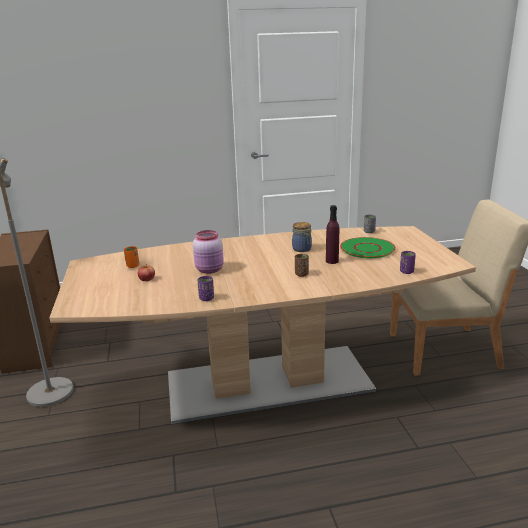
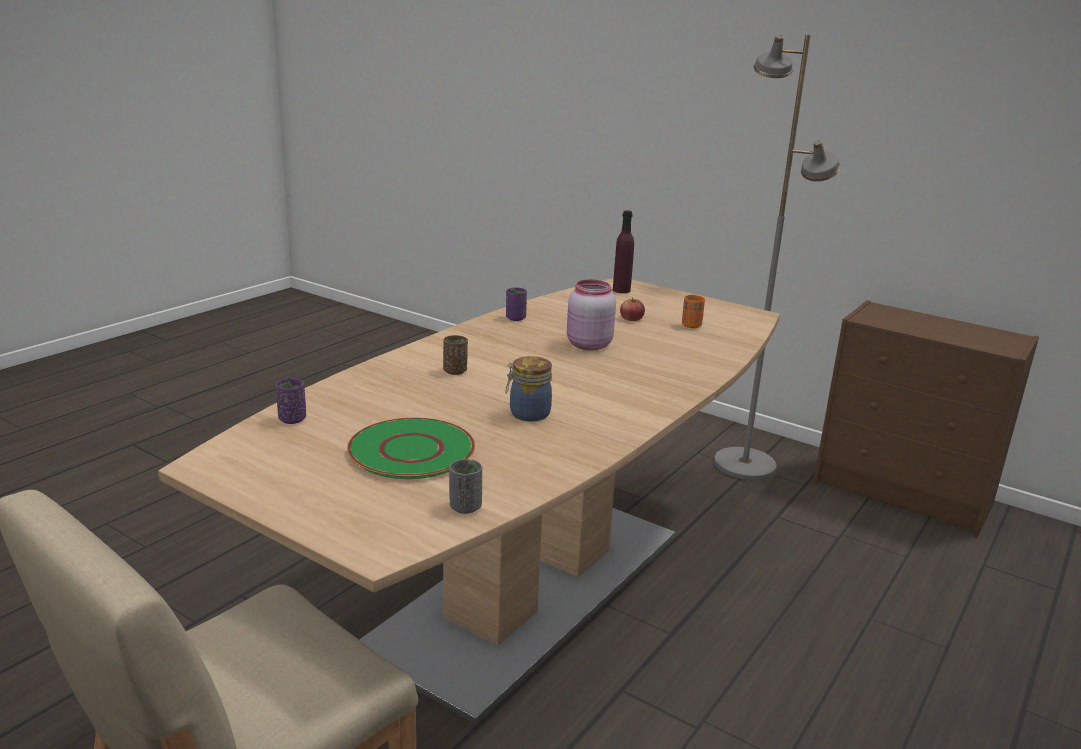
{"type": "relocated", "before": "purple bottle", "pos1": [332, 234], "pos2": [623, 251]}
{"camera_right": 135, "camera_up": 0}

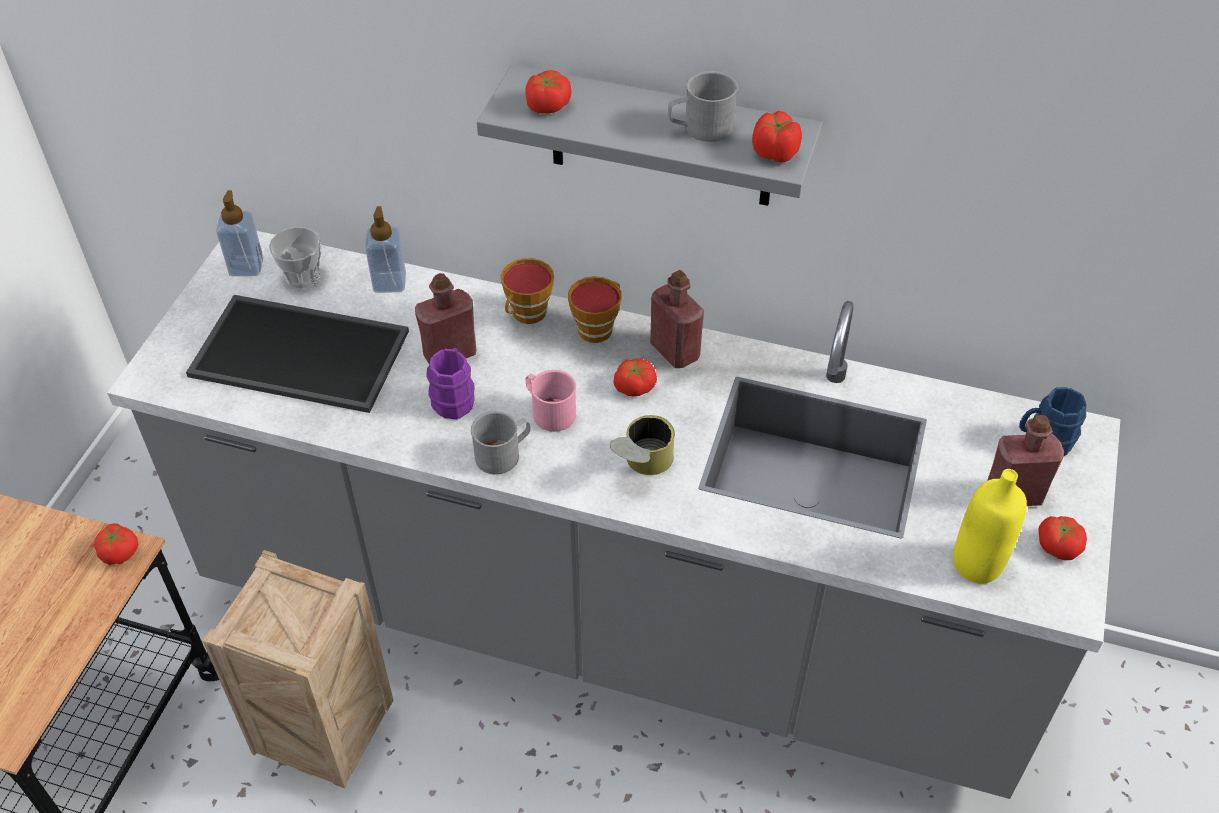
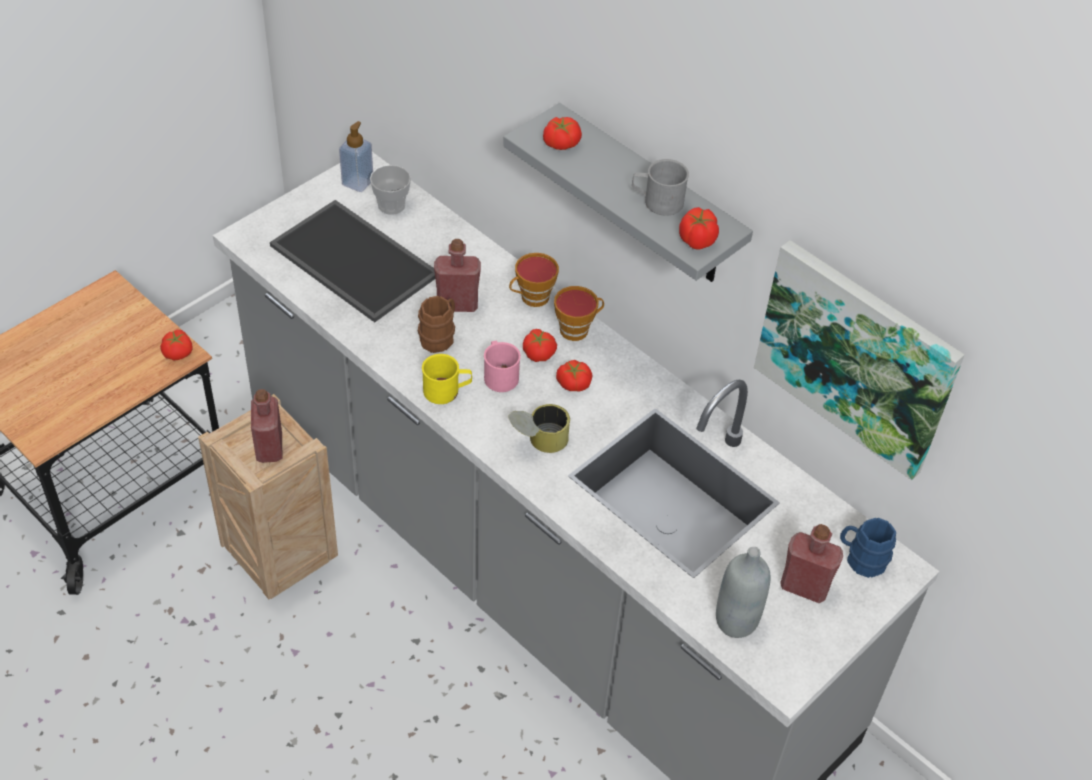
{"type": "relocated", "before": "red bottle", "pos1": [677, 319], "pos2": [266, 426]}
{"type": "colour", "before": "purple mug", "after": "brown mug", "pos1": [450, 383], "pos2": [436, 324]}
{"type": "colour", "before": "grey mug", "after": "yellow mug", "pos1": [500, 443], "pos2": [447, 379]}
{"type": "relocated", "before": "tomato", "pos1": [1062, 538], "pos2": [540, 345]}
{"type": "colour", "before": "yellow bottle", "after": "grey bottle", "pos1": [990, 526], "pos2": [743, 592]}
{"type": "appeared", "after": "picture", "pos2": [859, 360]}
{"type": "missing", "before": "soap dispenser", "pos1": [385, 249]}
{"camera_right": 25, "camera_up": 0}

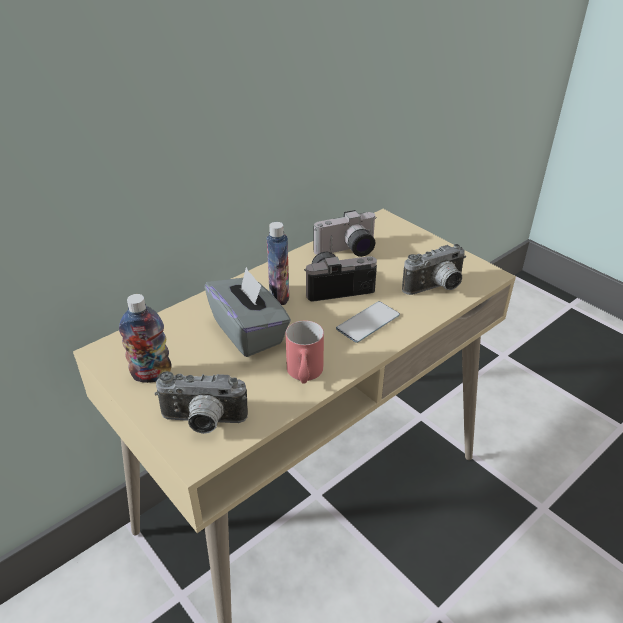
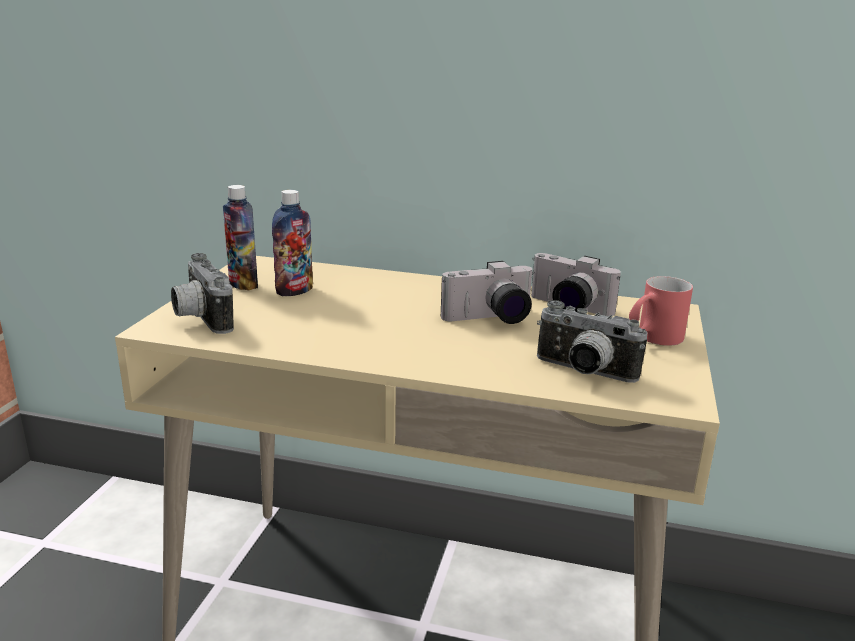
{"type": "relocated", "before": "bottle", "pos1": [277, 263], "pos2": [292, 243]}
{"type": "spun", "before": "photo camera", "pos1": [340, 277], "pos2": [488, 292], "turn": 120}
{"type": "relocated", "before": "red mug", "pos1": [305, 352], "pos2": [661, 311]}
{"type": "missing", "before": "grey tissue box", "pos1": [247, 312]}
{"type": "missing", "before": "phone", "pos1": [368, 322]}
{"camera_right": 55, "camera_up": -15}

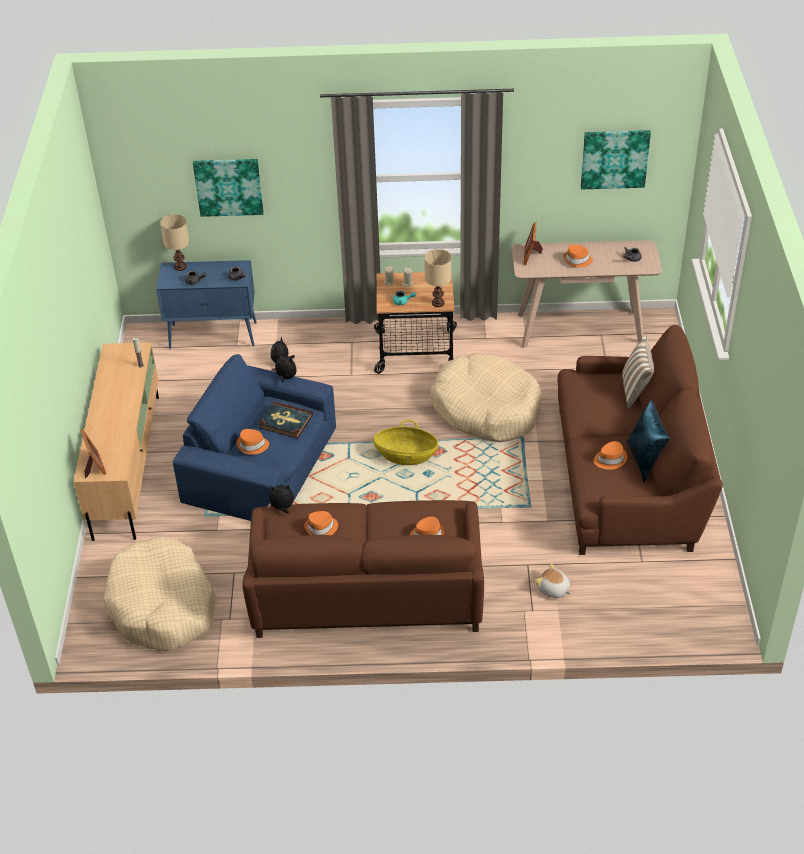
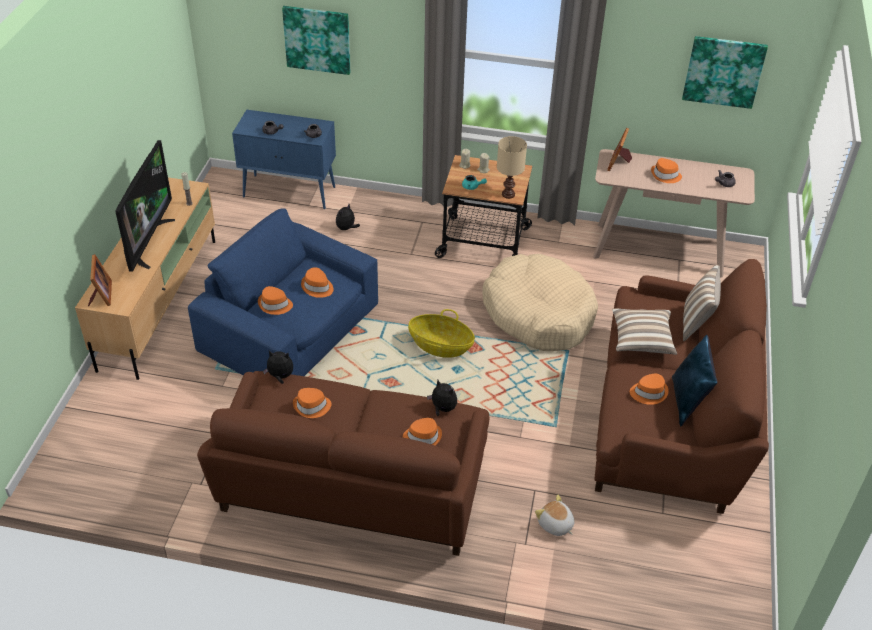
{"type": "appeared", "after": "television", "pos2": [145, 206]}
{"type": "exchanged", "before": "book", "after": "orange hat", "pos1": [286, 420], "pos2": [317, 282]}
{"type": "relocated", "before": "plush toy", "pos1": [284, 368], "pos2": [442, 398]}
{"type": "appeared", "after": "pillow", "pos2": [644, 331]}
{"type": "missing", "before": "beige dog bed", "pos1": [159, 594]}
{"type": "missing", "before": "beige table lamp", "pos1": [174, 242]}
{"camera_right": 10, "camera_up": 0}

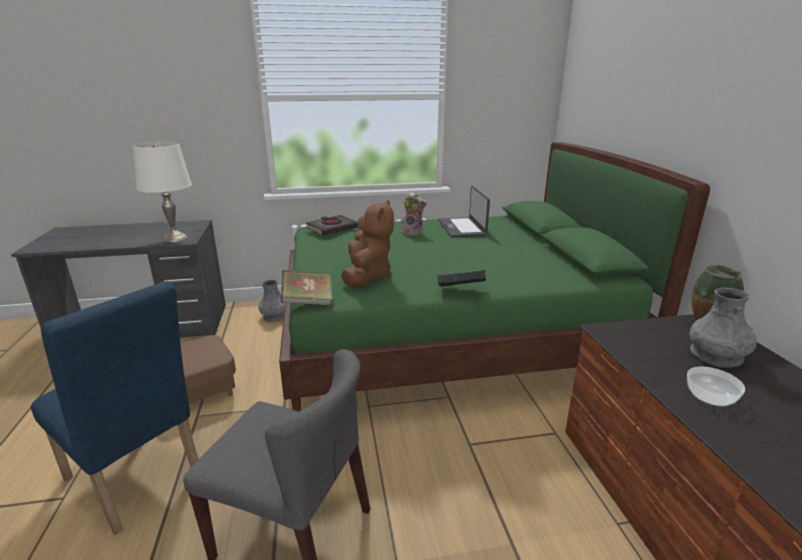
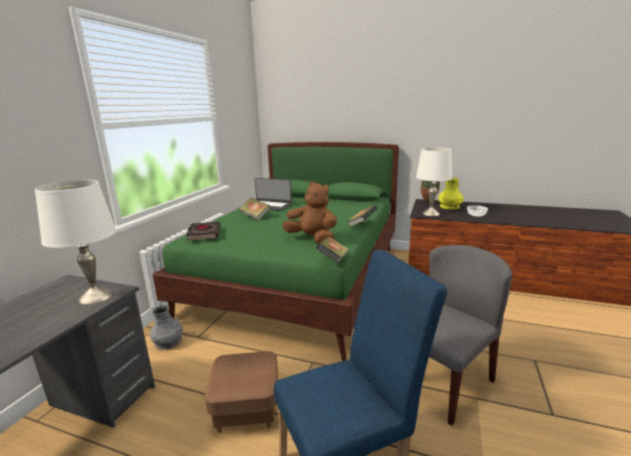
{"type": "exchanged", "before": "plush toy", "after": "book", "pos1": [414, 213], "pos2": [255, 209]}
{"type": "appeared", "after": "white table lamp", "pos2": [434, 182]}
{"type": "colour", "before": "grey vase", "after": "yellow vase", "pos1": [723, 328], "pos2": [451, 194]}
{"camera_right": -60, "camera_up": -5}

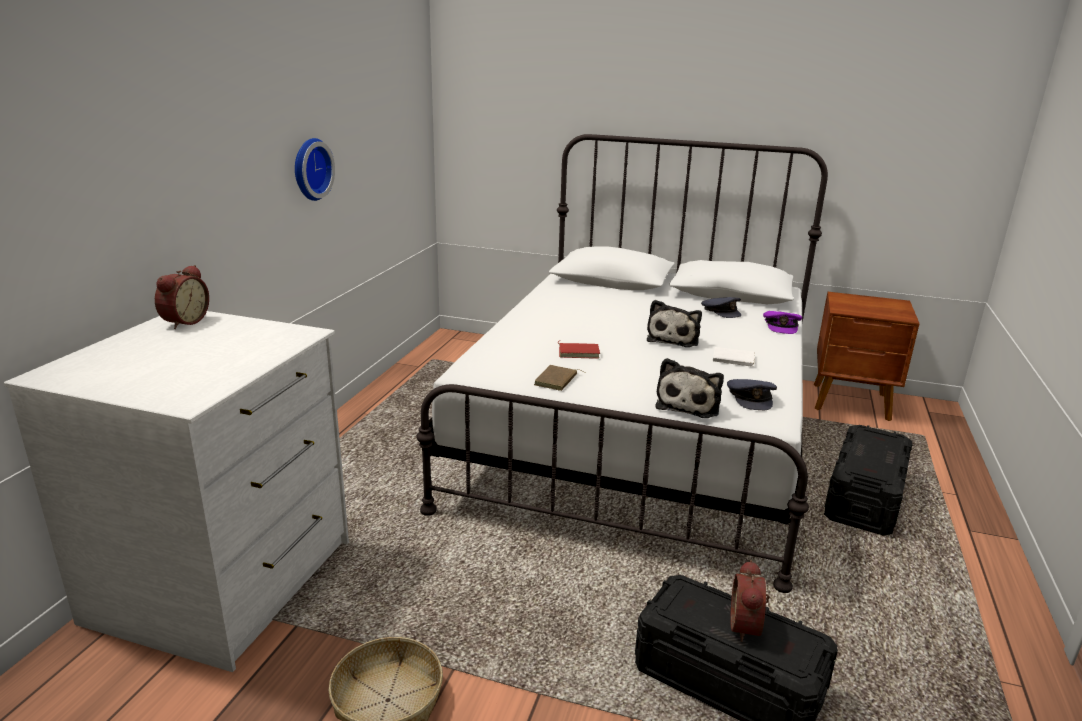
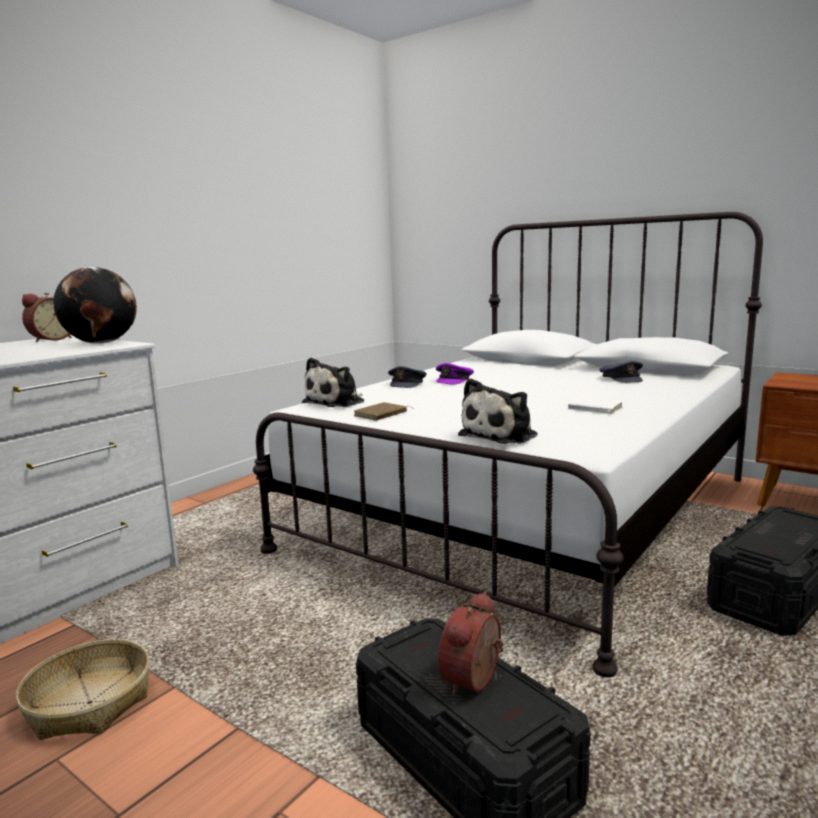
{"type": "appeared", "after": "globe", "pos2": [95, 305]}
{"type": "relocated", "before": "plush toy", "pos1": [674, 323], "pos2": [333, 382]}
{"type": "relocated", "before": "grey cap", "pos1": [752, 394], "pos2": [407, 377]}
{"type": "relocated", "before": "purple cap", "pos1": [782, 322], "pos2": [455, 373]}
{"type": "missing", "before": "wall clock", "pos1": [315, 169]}
{"type": "missing", "before": "red book", "pos1": [579, 349]}
{"camera_right": 20, "camera_up": -10}

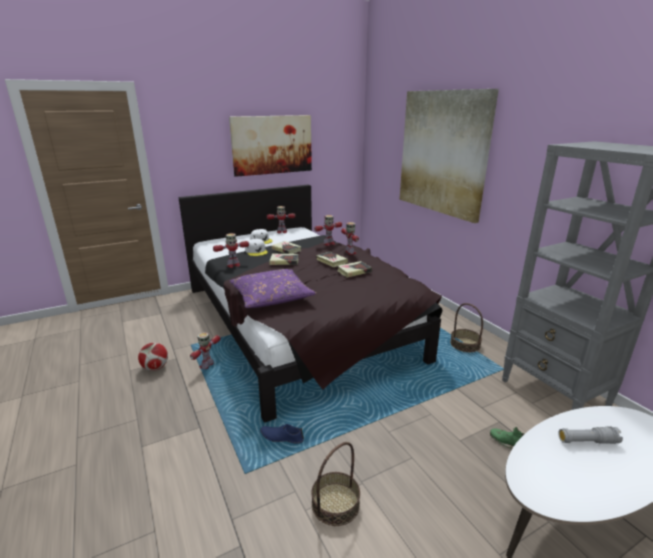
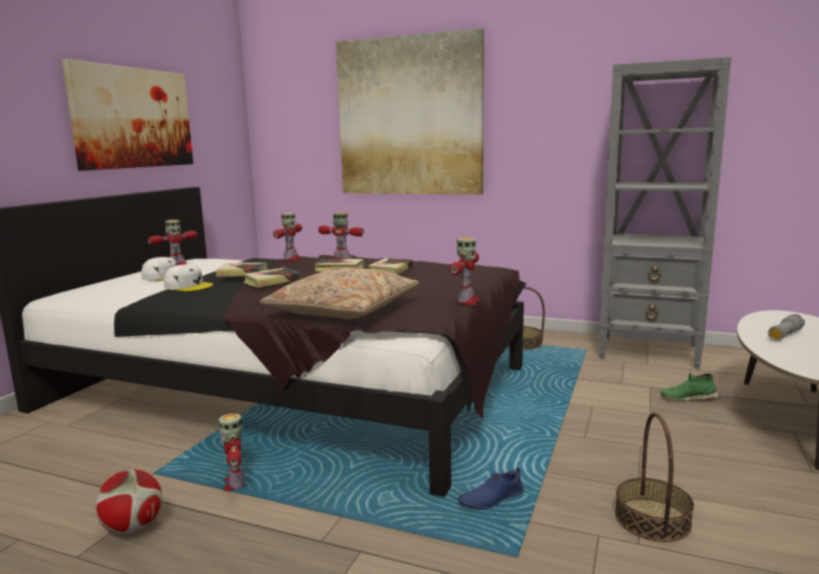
{"type": "colour", "before": "purple pillow", "after": "beige pillow", "pos1": [273, 288], "pos2": [339, 293]}
{"type": "relocated", "before": "toy robot", "pos1": [231, 250], "pos2": [464, 271]}
{"camera_right": -40, "camera_up": -10}

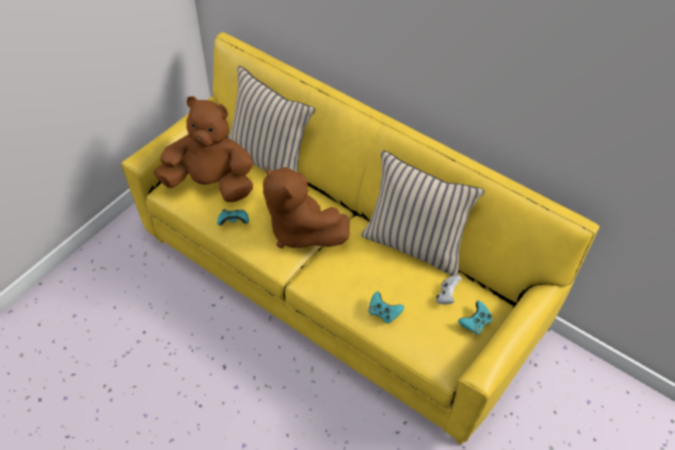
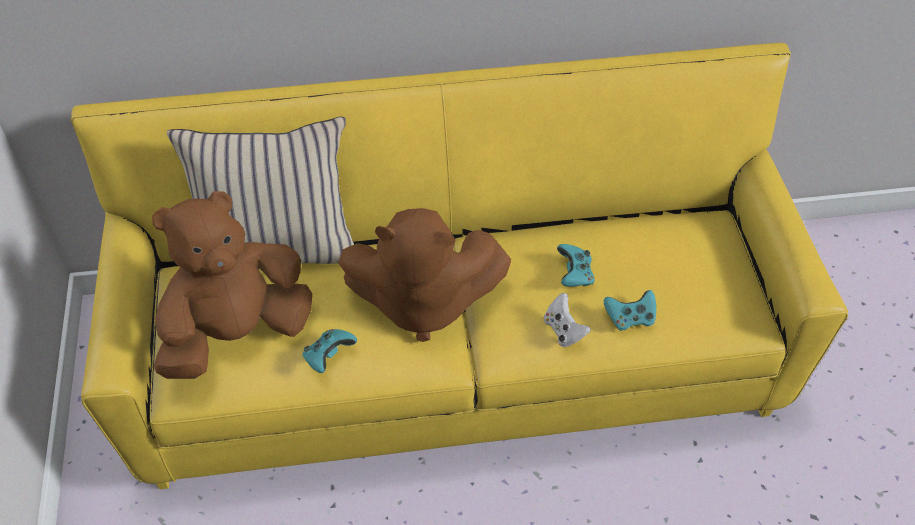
{"type": "relocated", "before": "white game controller", "pos1": [449, 290], "pos2": [567, 320]}
{"type": "relocated", "before": "turquoise game controller", "pos1": [475, 317], "pos2": [576, 265]}
{"type": "missing", "before": "beige pillow", "pos1": [423, 213]}
{"camera_right": -45, "camera_up": 0}

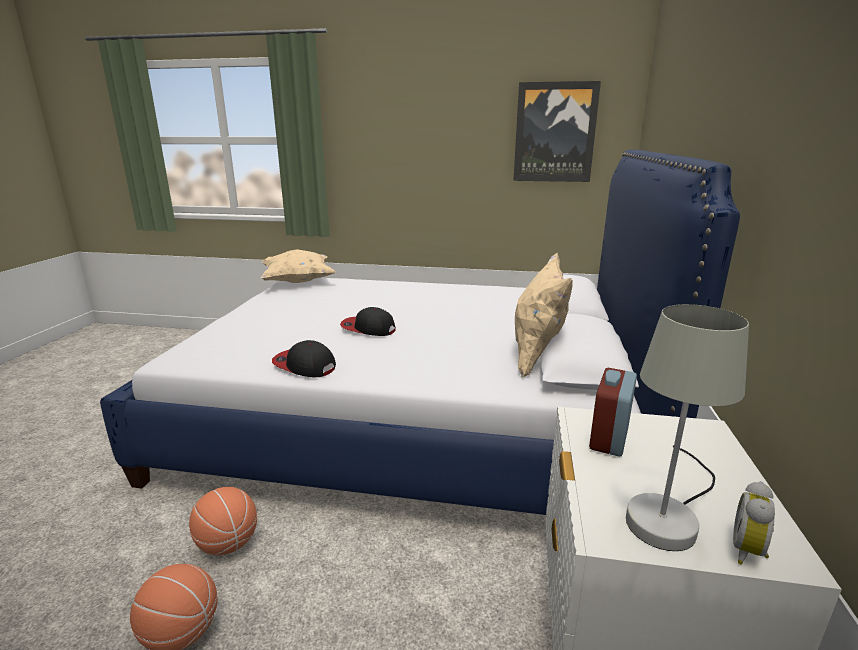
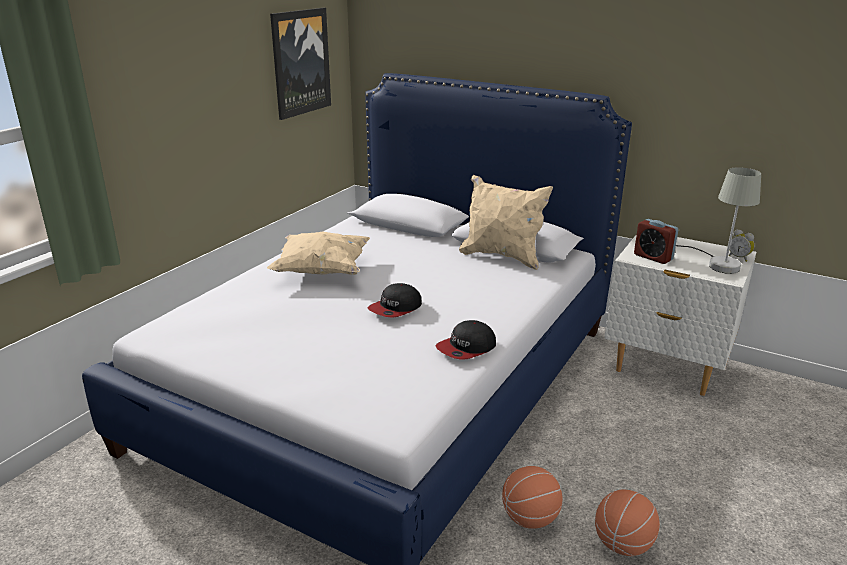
{"type": "relocated", "before": "beige pillow", "pos1": [298, 266], "pos2": [318, 253]}
{"camera_right": -70, "camera_up": 5}

